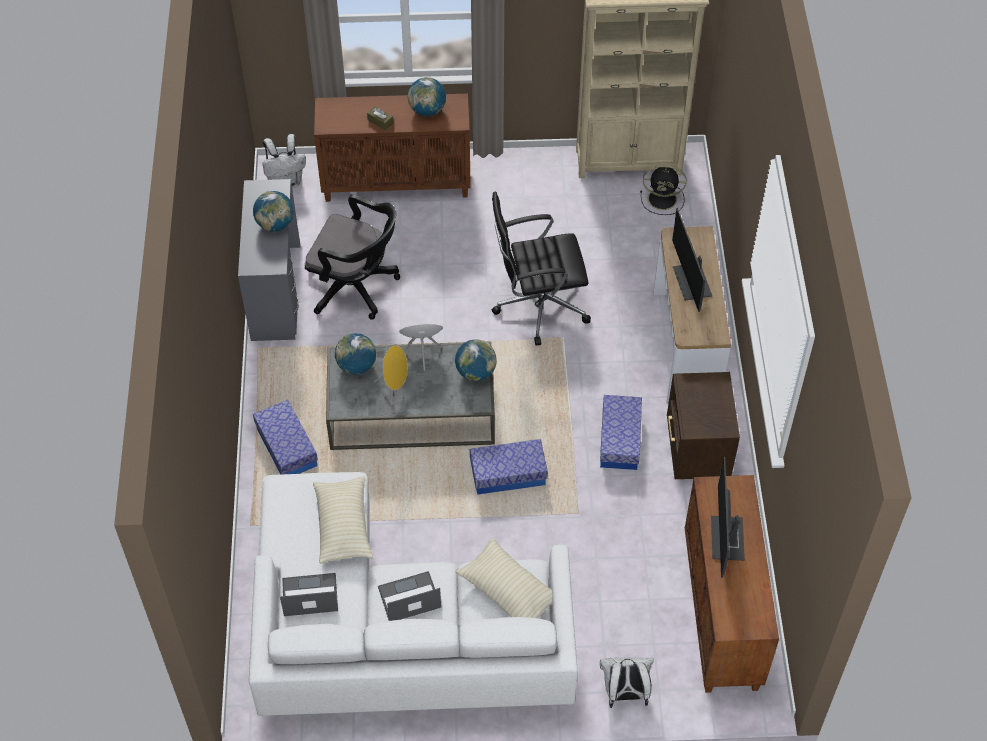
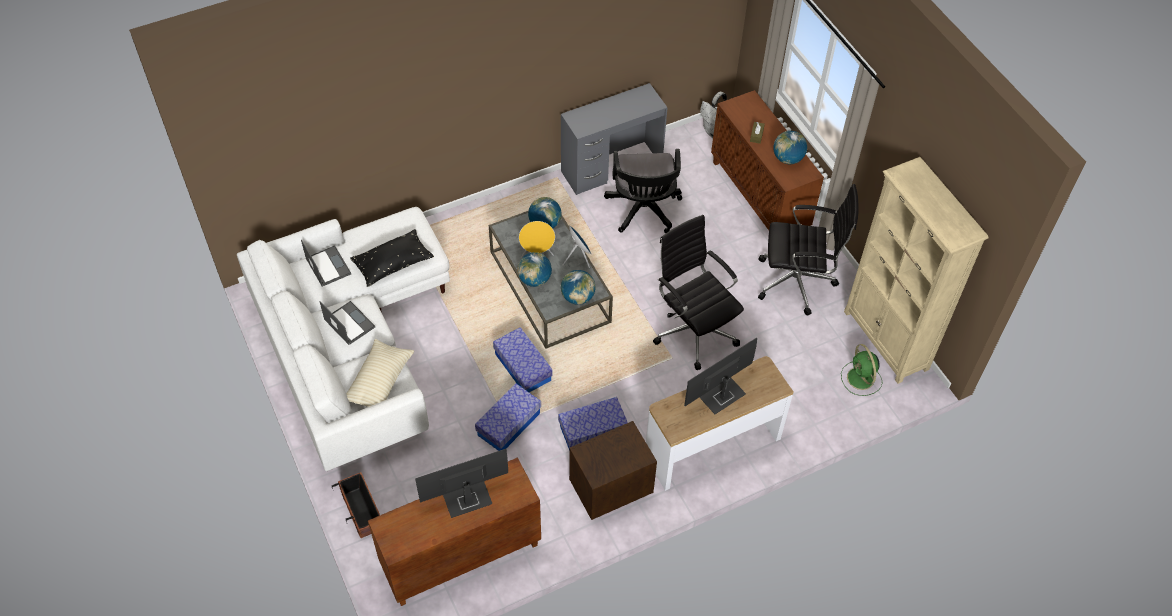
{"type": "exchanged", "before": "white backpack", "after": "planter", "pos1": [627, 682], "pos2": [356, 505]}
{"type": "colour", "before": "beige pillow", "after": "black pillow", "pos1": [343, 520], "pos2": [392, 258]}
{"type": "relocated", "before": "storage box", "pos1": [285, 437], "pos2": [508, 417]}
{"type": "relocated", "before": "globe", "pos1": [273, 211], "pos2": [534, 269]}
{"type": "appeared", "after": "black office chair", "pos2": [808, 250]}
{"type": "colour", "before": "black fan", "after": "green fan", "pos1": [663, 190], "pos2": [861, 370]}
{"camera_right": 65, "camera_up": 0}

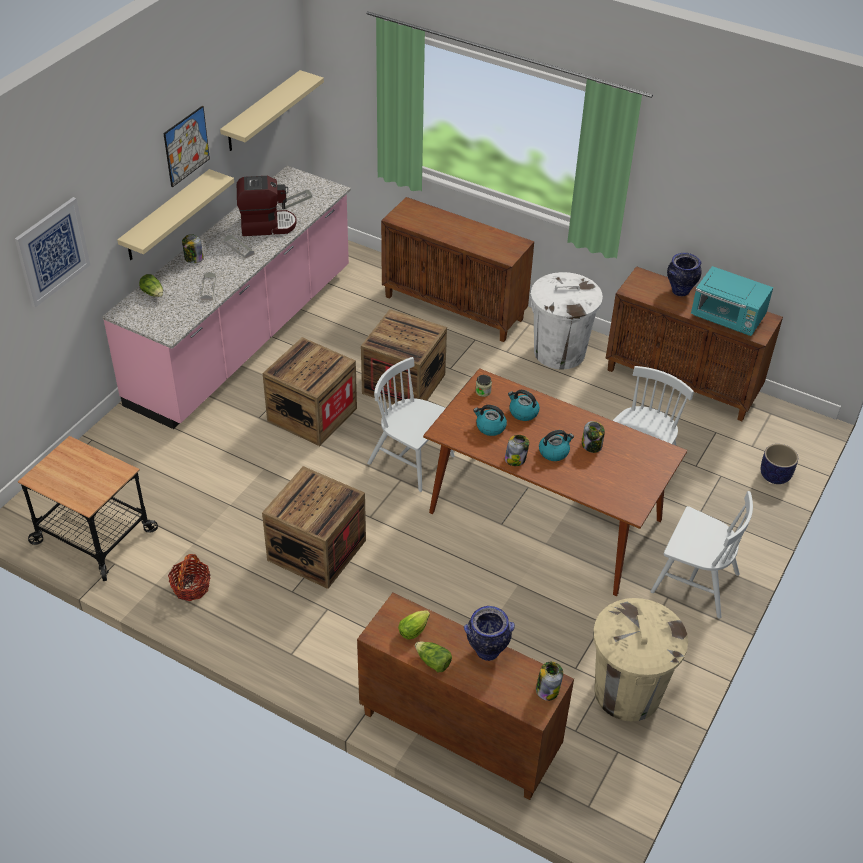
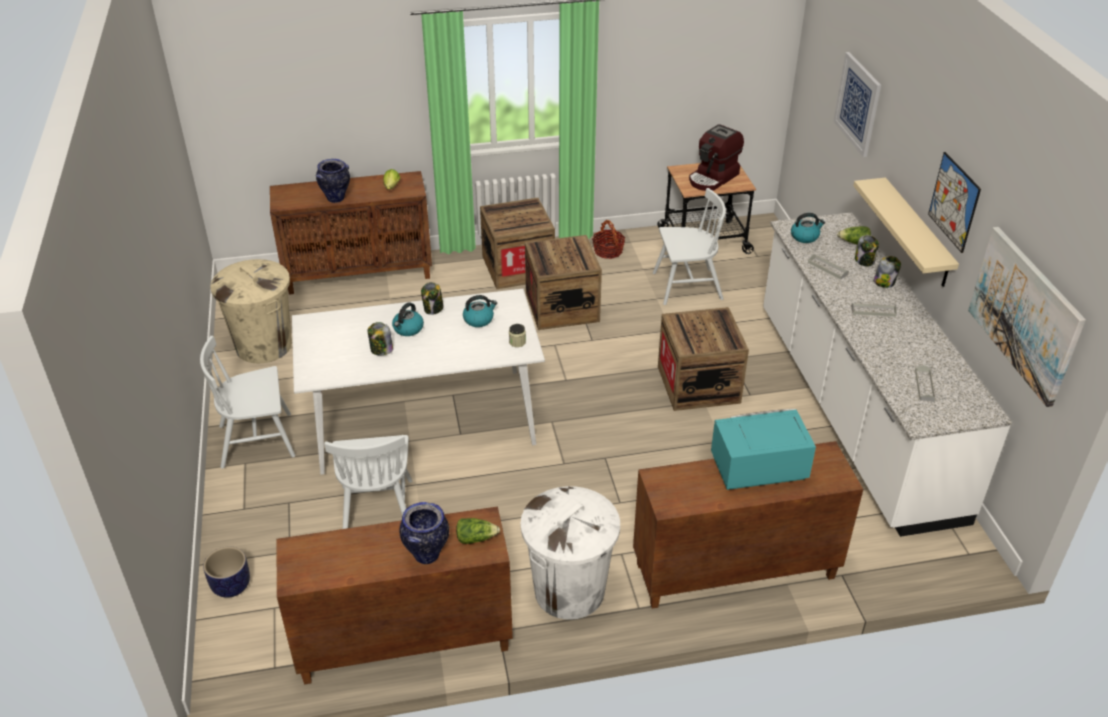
{"type": "colour", "before": "brown dining table", "after": "white dining table", "pos1": [555, 482], "pos2": [418, 382]}
{"type": "relocated", "before": "lettuce", "pos1": [433, 657], "pos2": [478, 531]}
{"type": "relocated", "before": "crate", "pos1": [404, 356], "pos2": [517, 243]}
{"type": "relocated", "before": "white chair", "pos1": [411, 424], "pos2": [689, 246]}
{"type": "relocated", "before": "coffee machine", "pos1": [267, 206], "pos2": [716, 157]}
{"type": "relocated", "before": "turquoise microwave", "pos1": [732, 301], "pos2": [763, 449]}
{"type": "colour", "before": "pink counter", "after": "white counter", "pos1": [226, 297], "pos2": [887, 374]}
{"type": "relocated", "before": "kettle", "pos1": [524, 405], "pos2": [808, 228]}
{"type": "relocated", "before": "jar", "pos1": [549, 681], "pos2": [867, 250]}
{"type": "exchanged", "before": "beige shelf", "after": "picture", "pos1": [272, 110], "pos2": [1027, 317]}
{"camera_right": 140, "camera_up": -5}

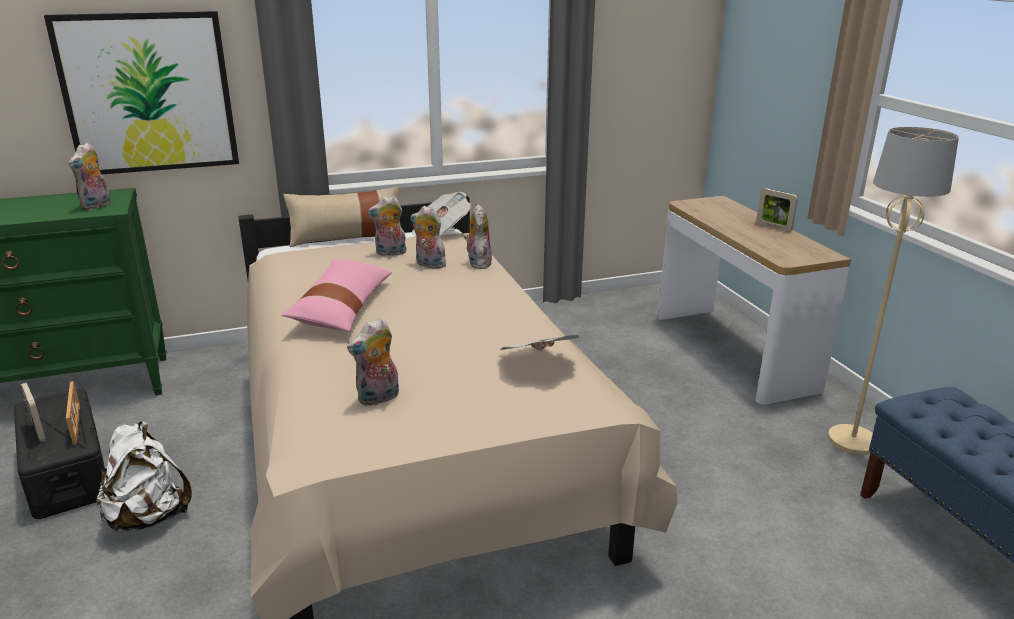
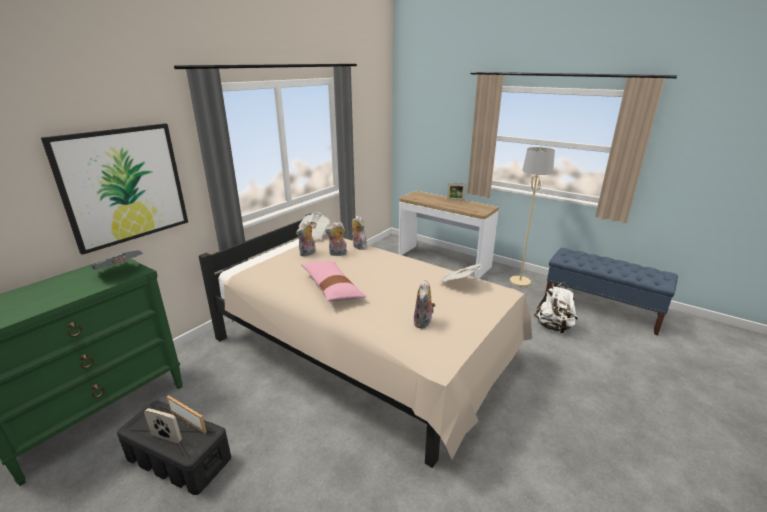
{"type": "exchanged", "before": "plush toy", "after": "newspaper", "pos1": [89, 176], "pos2": [117, 260]}
{"type": "relocated", "before": "white backpack", "pos1": [144, 476], "pos2": [556, 307]}
{"type": "missing", "before": "beige pillow", "pos1": [342, 216]}
{"camera_right": -35, "camera_up": 0}

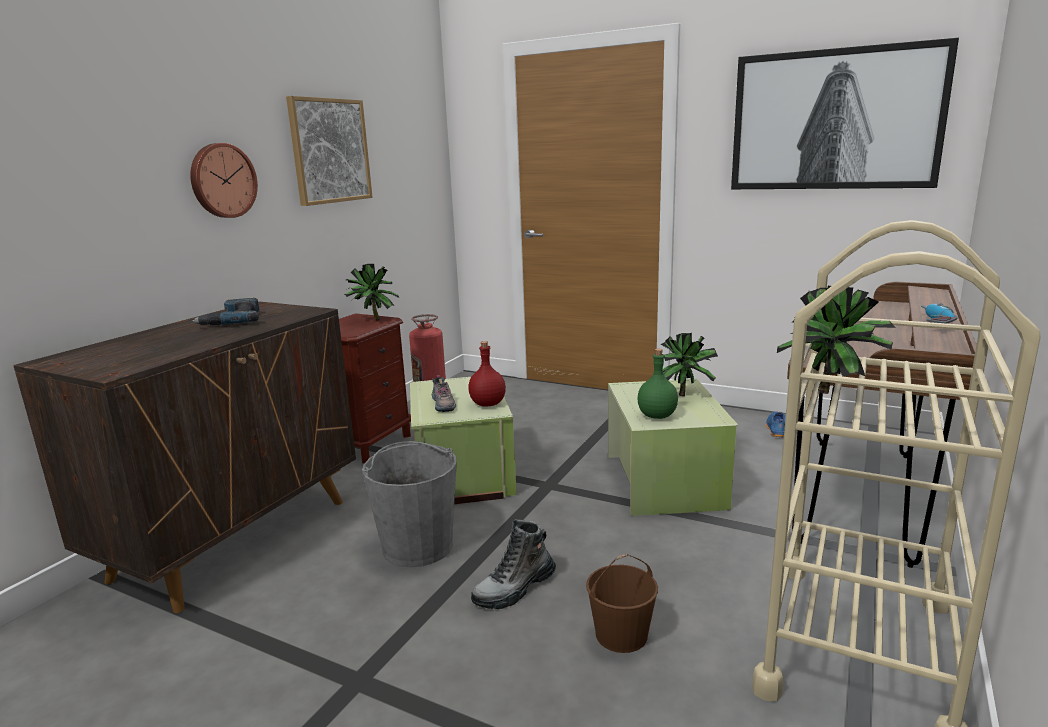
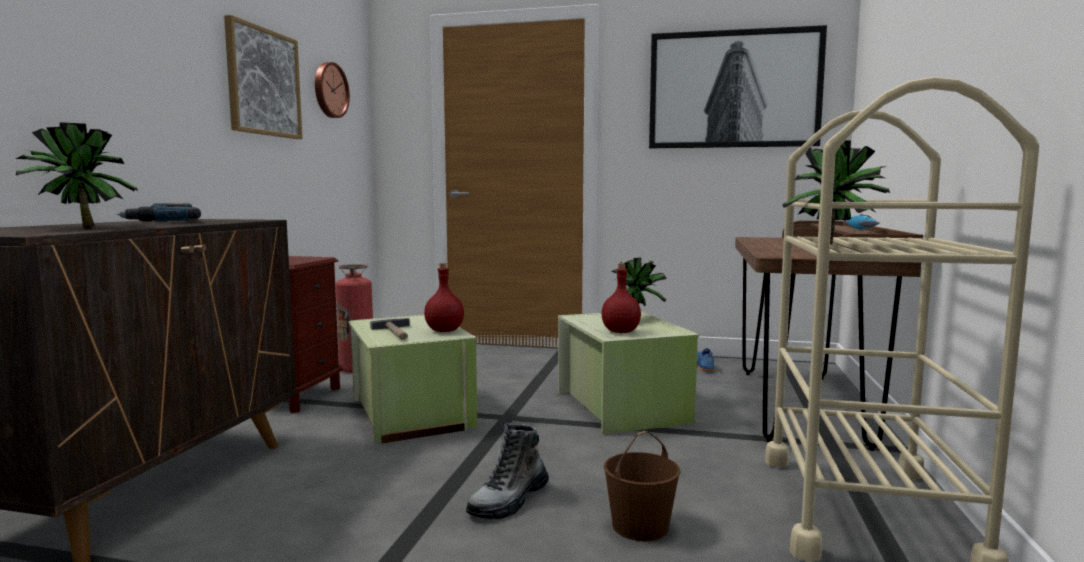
{"type": "relocated", "before": "potted plant", "pos1": [371, 292], "pos2": [77, 175]}
{"type": "relocated", "before": "wall clock", "pos1": [224, 180], "pos2": [332, 90]}
{"type": "exchanged", "before": "shoe", "after": "hammer", "pos1": [444, 393], "pos2": [390, 328]}
{"type": "colour", "before": "green bottle", "after": "red bottle", "pos1": [657, 384], "pos2": [621, 298]}
{"type": "missing", "before": "grey bucket", "pos1": [409, 504]}
{"camera_right": -15, "camera_up": -10}

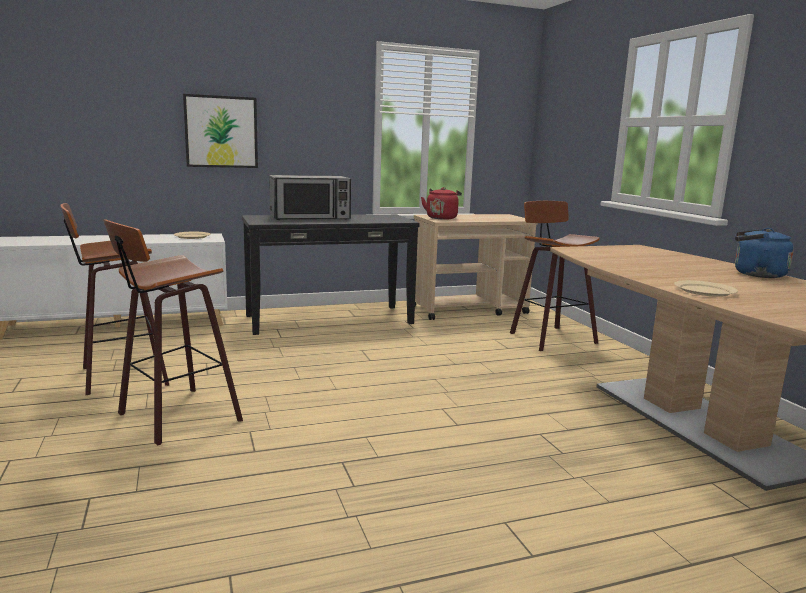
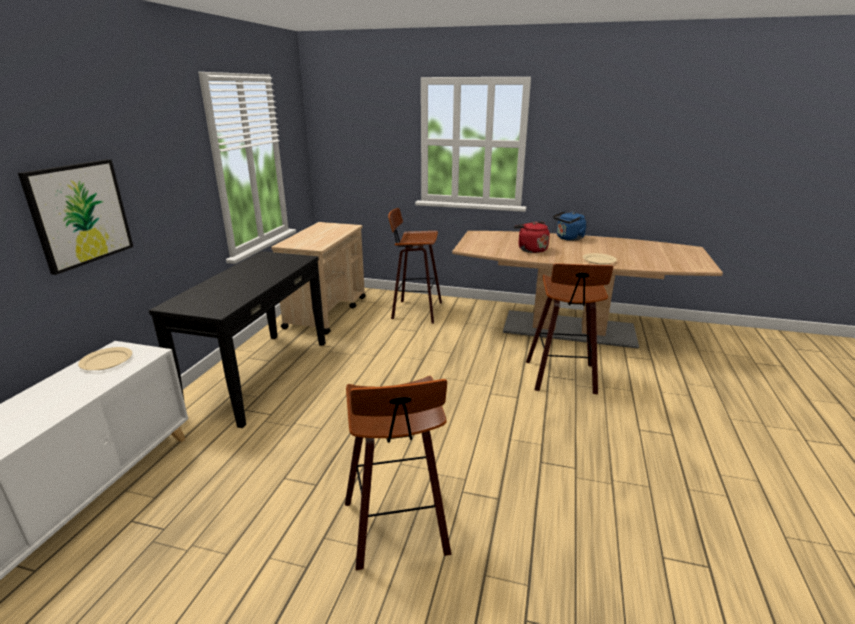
{"type": "relocated", "before": "red kettle", "pos1": [441, 203], "pos2": [532, 237]}
{"type": "relocated", "before": "stool", "pos1": [114, 299], "pos2": [569, 328]}
{"type": "missing", "before": "microwave", "pos1": [310, 197]}
{"camera_right": -55, "camera_up": 10}

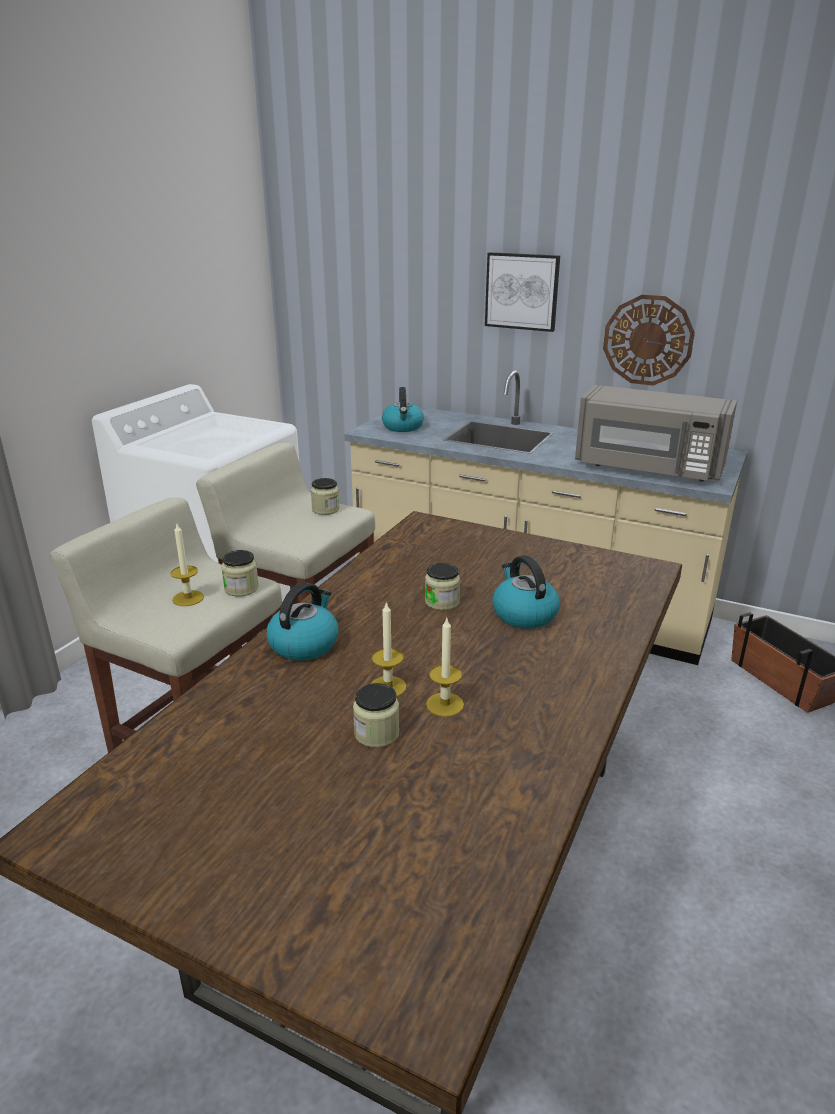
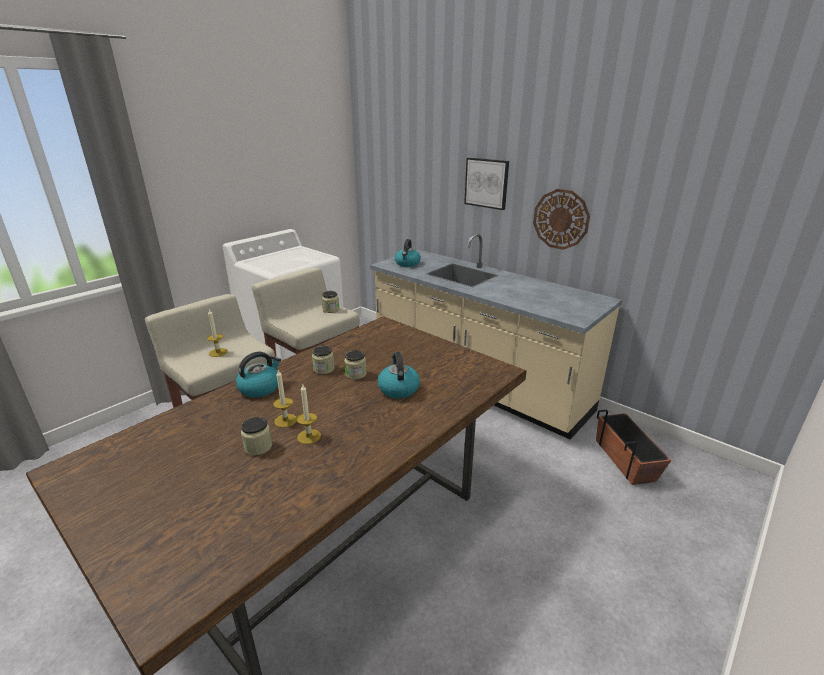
{"type": "relocated", "before": "jar", "pos1": [240, 573], "pos2": [323, 359]}
{"type": "missing", "before": "grey microwave", "pos1": [656, 433]}
{"camera_right": 15, "camera_up": 0}

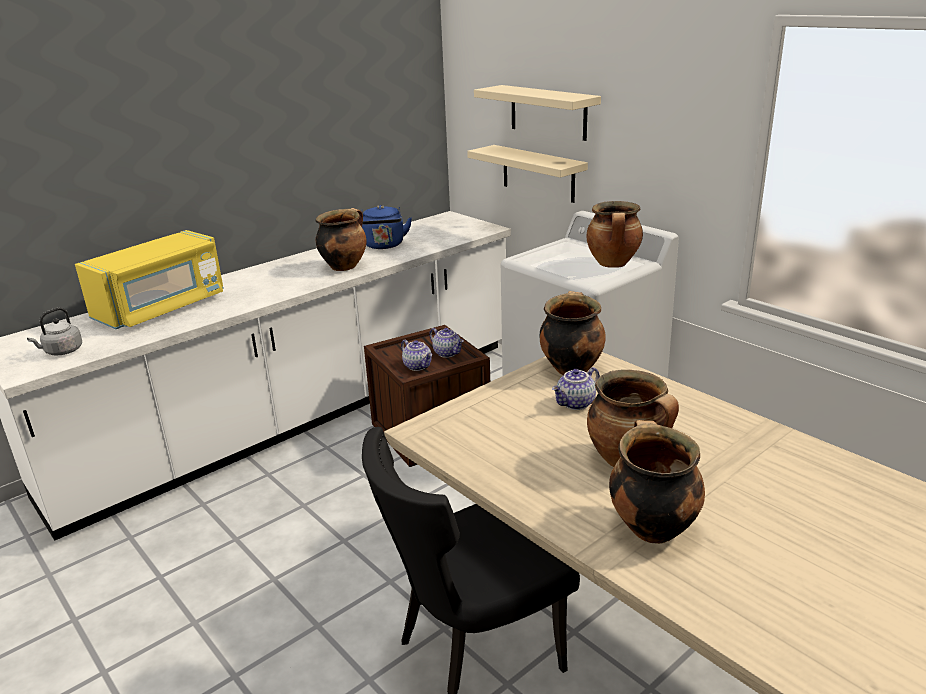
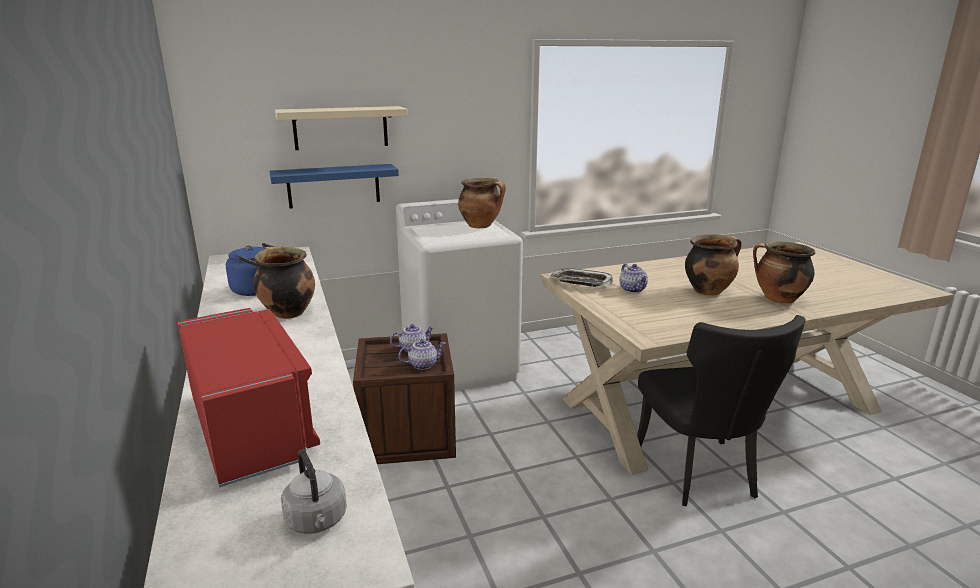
{"type": "colour", "before": "yellow microwave", "after": "red microwave", "pos1": [149, 279], "pos2": [248, 398]}
{"type": "colour", "before": "beige shelf", "after": "blue shelf", "pos1": [527, 174], "pos2": [334, 186]}
{"type": "exchanged", "before": "cooking pot", "after": "tray", "pos1": [573, 333], "pos2": [582, 277]}
{"camera_right": -70, "camera_up": -5}

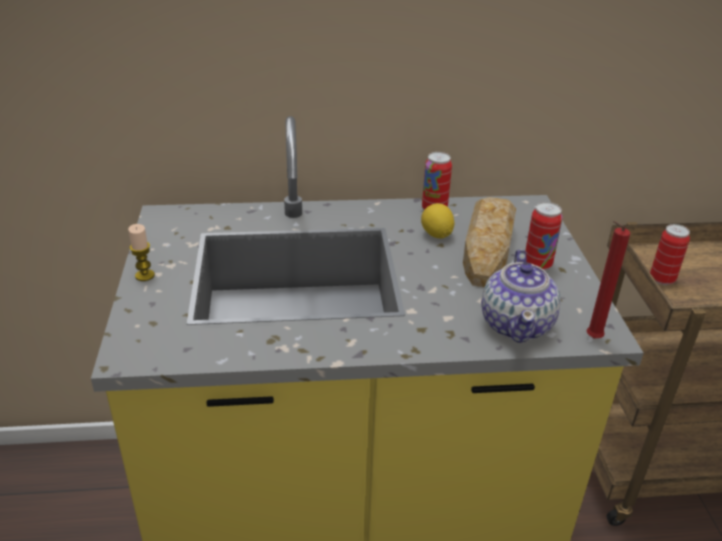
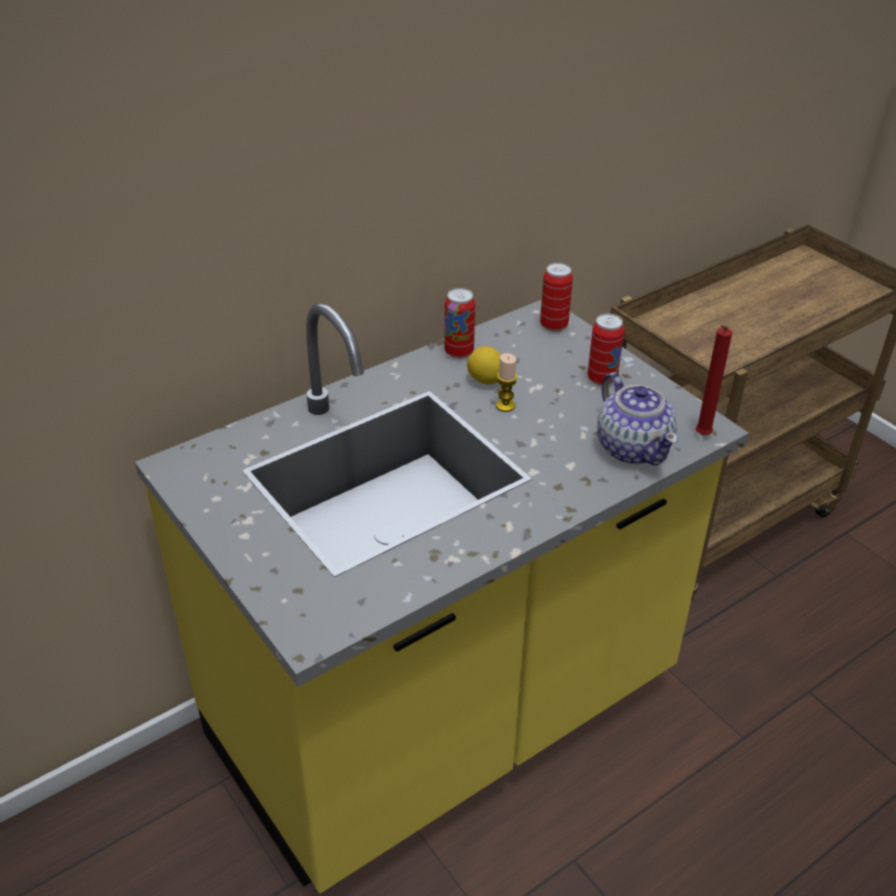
{"type": "relocated", "before": "candle", "pos1": [141, 252], "pos2": [507, 382]}
{"type": "relocated", "before": "can", "pos1": [670, 254], "pos2": [556, 297]}
{"type": "missing", "before": "bread", "pos1": [489, 242]}
{"camera_right": -30, "camera_up": 5}

